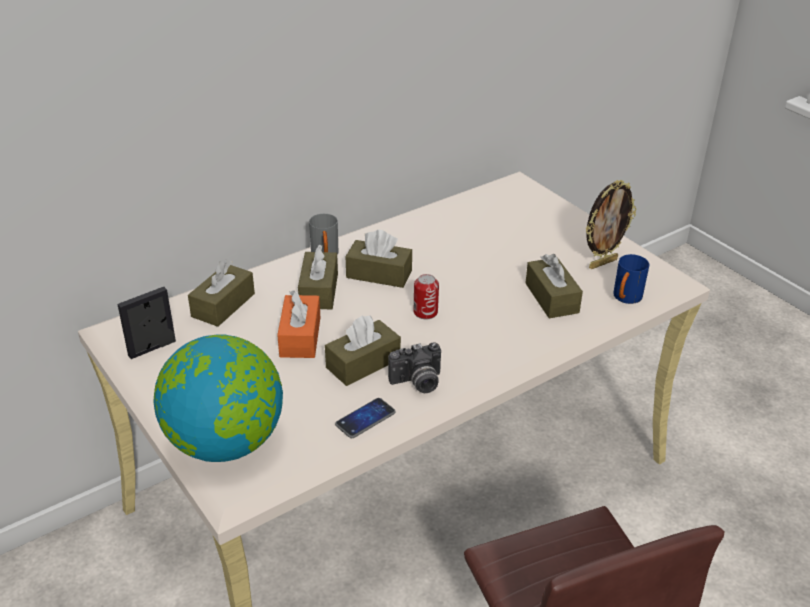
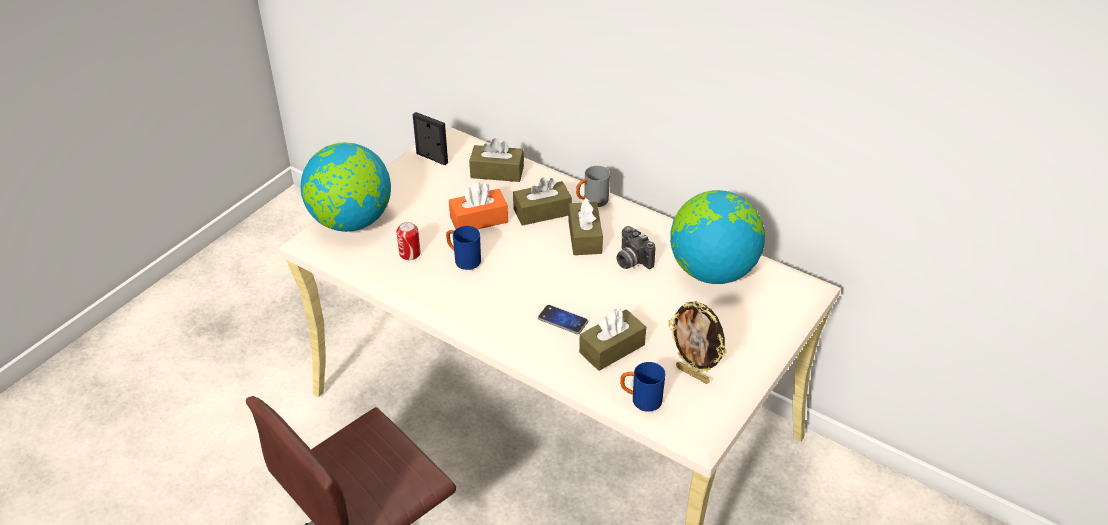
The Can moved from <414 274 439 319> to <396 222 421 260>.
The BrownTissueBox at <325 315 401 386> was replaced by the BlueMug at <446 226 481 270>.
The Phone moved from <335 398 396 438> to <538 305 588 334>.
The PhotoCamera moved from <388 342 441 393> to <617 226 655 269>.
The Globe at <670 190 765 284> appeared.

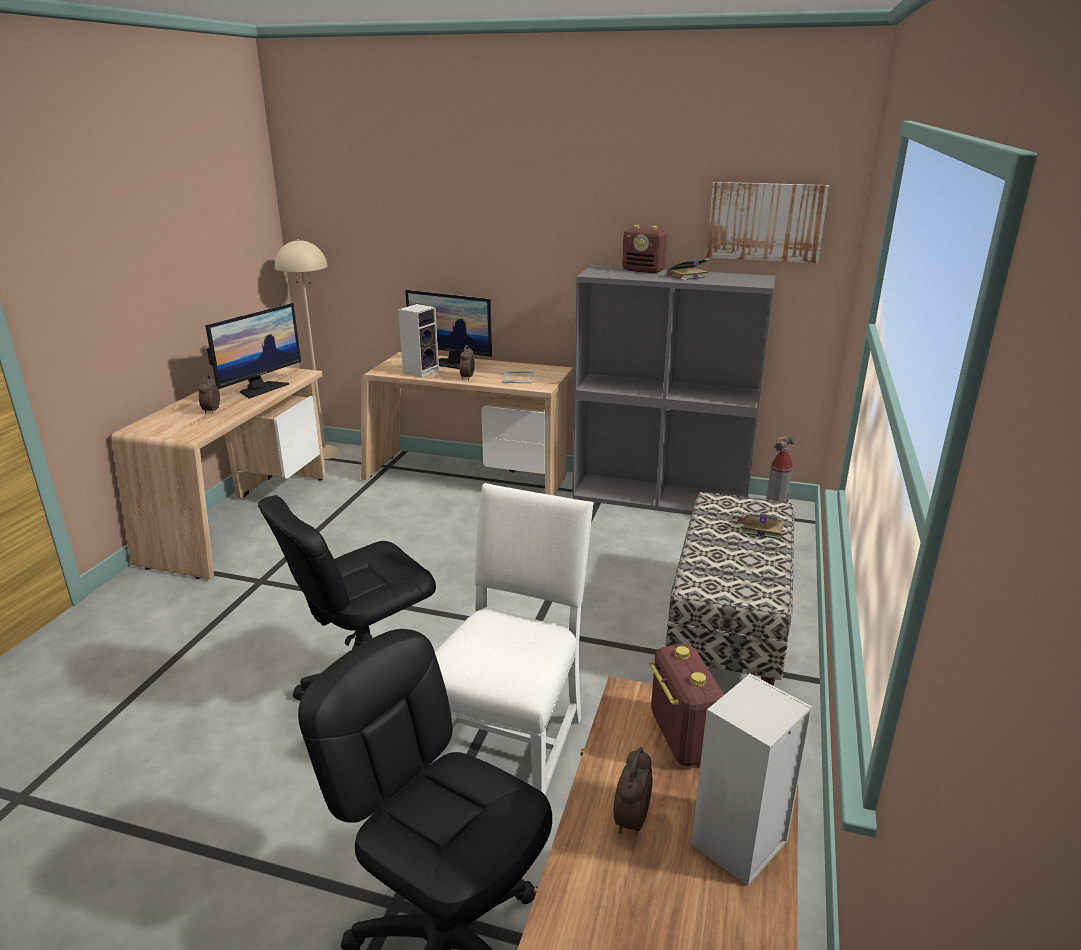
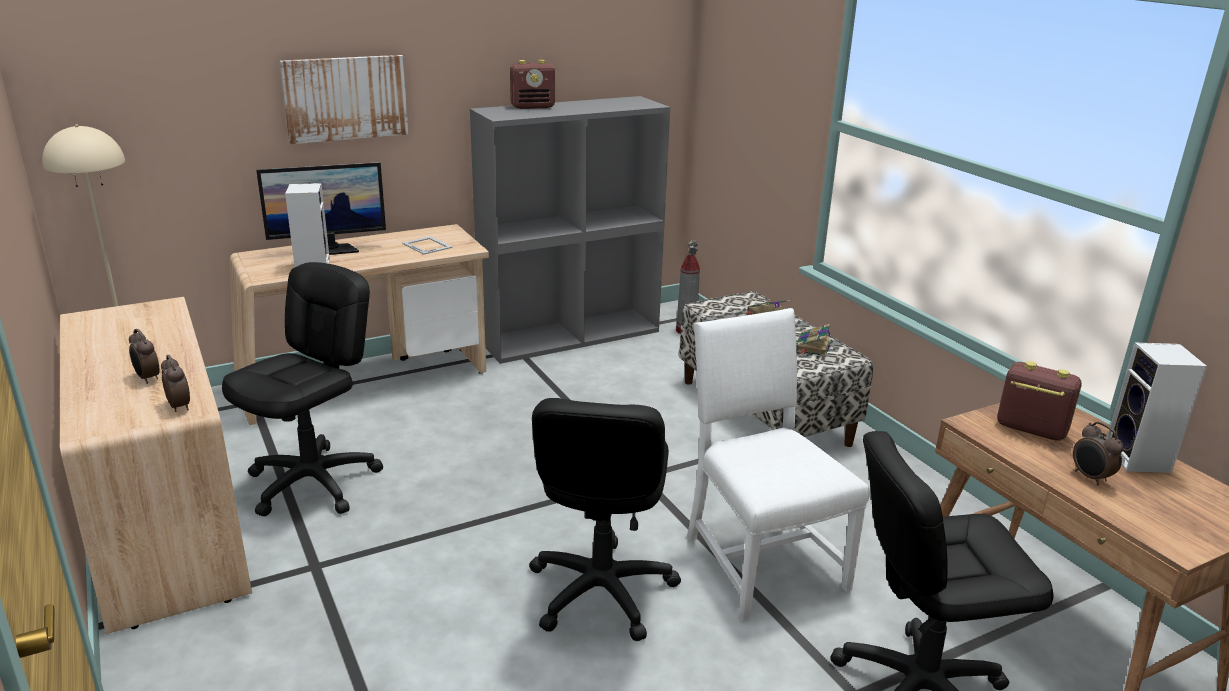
The AlarmClock moved from <459 345 475 380> to <161 355 190 412>.
The BlackOfficeChair at <222 262 383 516> appeared.
The Picture moved from <706 182 829 263> to <279 55 408 144>.
The Book moved from <667 259 709 280> to <796 324 831 357>.
The Monitor at <205 303 301 399> disappeared.

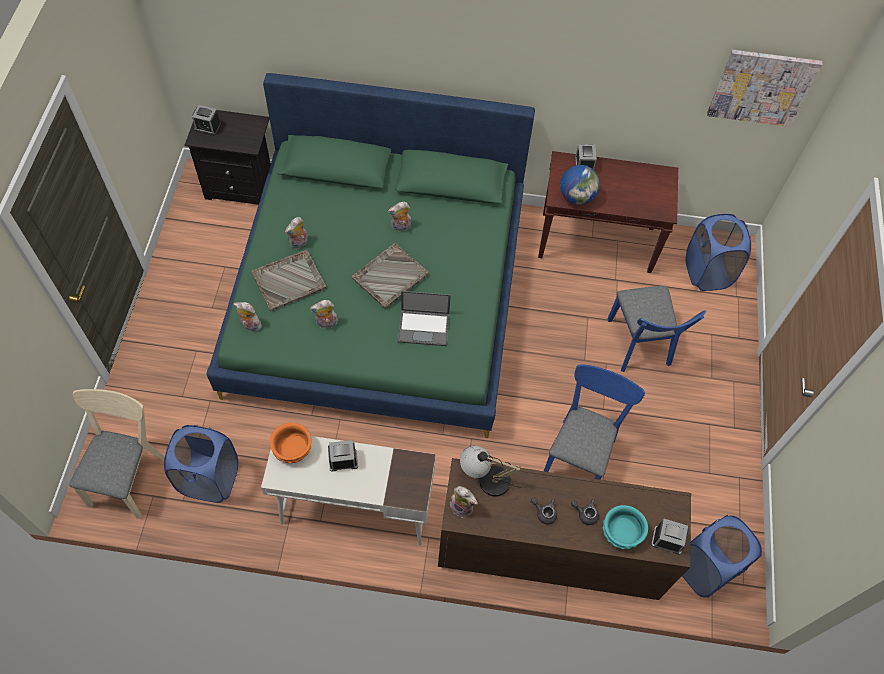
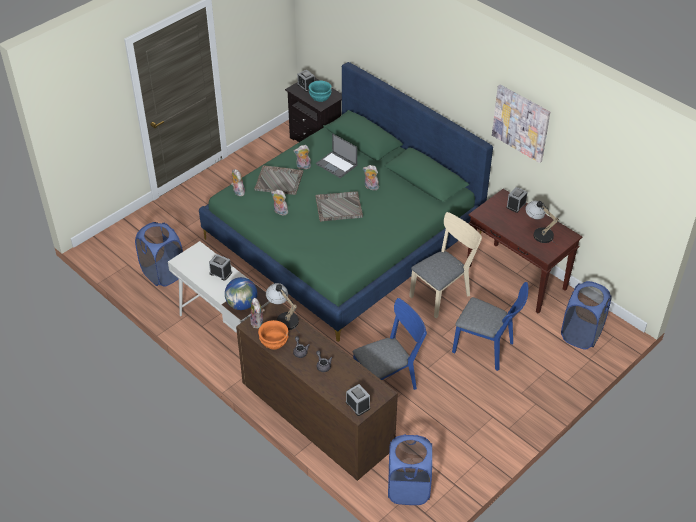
The Globe moved from <560 165 600 205> to <225 277 257 310>.
The OrangeBowl moved from <270 423 312 463> to <258 320 288 350>.
The TurquoiseBowl moved from <603 505 648 549> to <309 81 332 102>.
The Laptop moved from <398 291 451 346> to <316 133 357 178>.
The BeigeChair moved from <69 389 165 519> to <409 212 482 318>.
The BlueChair at <608 286 706 372> turned 90 degrees counterclockwise.
The Picture moved from <707 50 822 127> to <492 85 550 163>.
The TableLamp at <526 201 559 244> appeared.

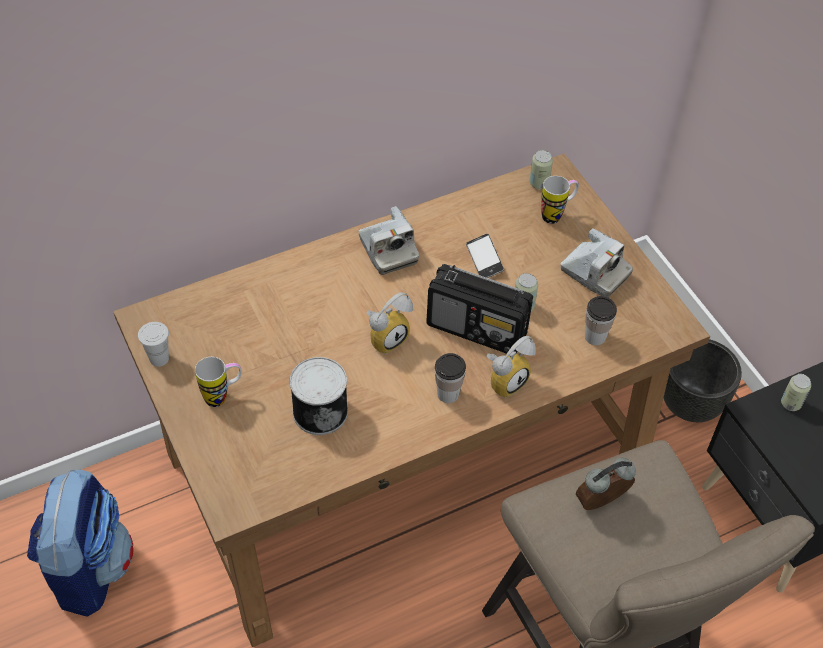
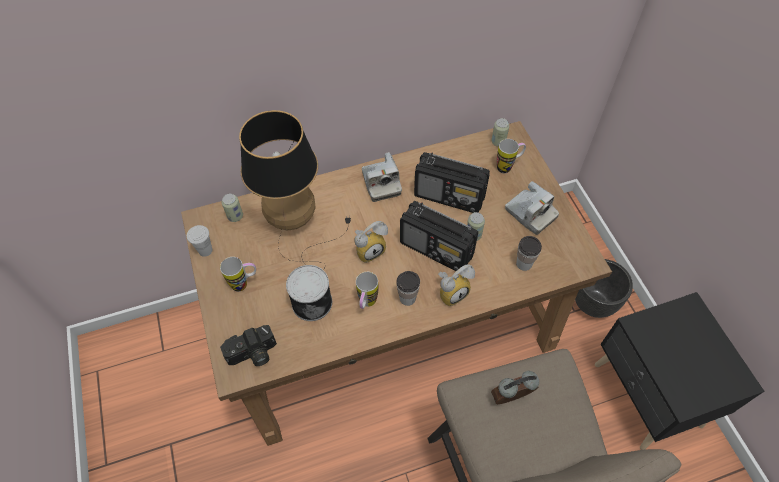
The PhotoCamera at <220 325 277 366> appeared.
The Can moved from <781 374 811 411> to <222 194 243 222>.
The TableLamp at <239 110 351 264> appeared.
The Mug at <356 272 378 309> appeared.
The Phone at <466 234 504 278> was replaced by the Radio at <414 152 490 213>.
The Backpack at <27 469 133 617> disappeared.

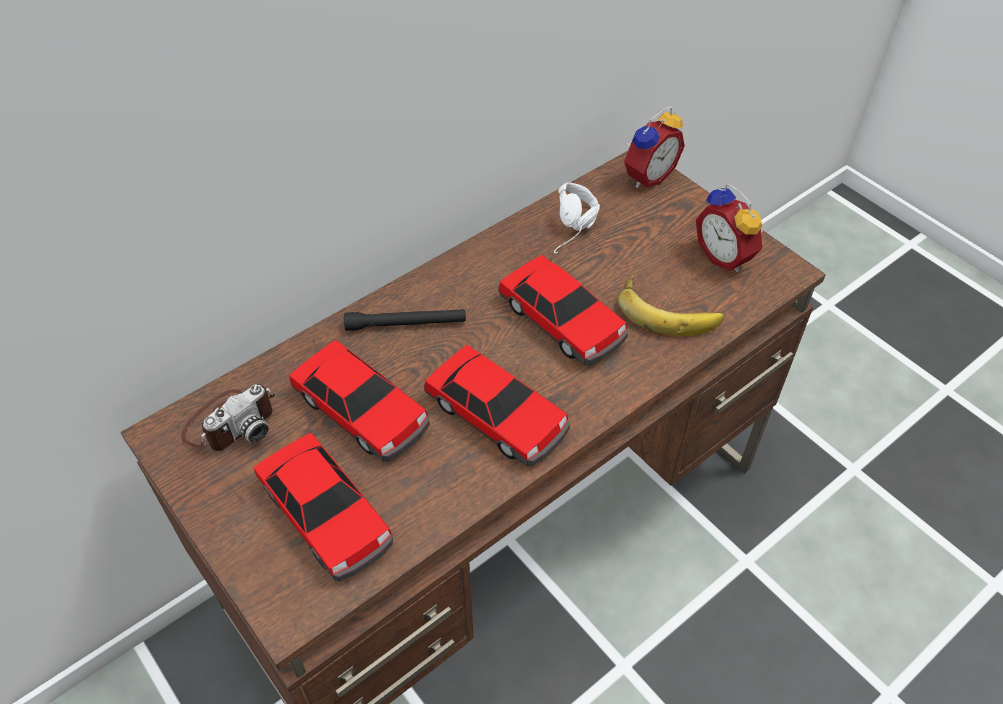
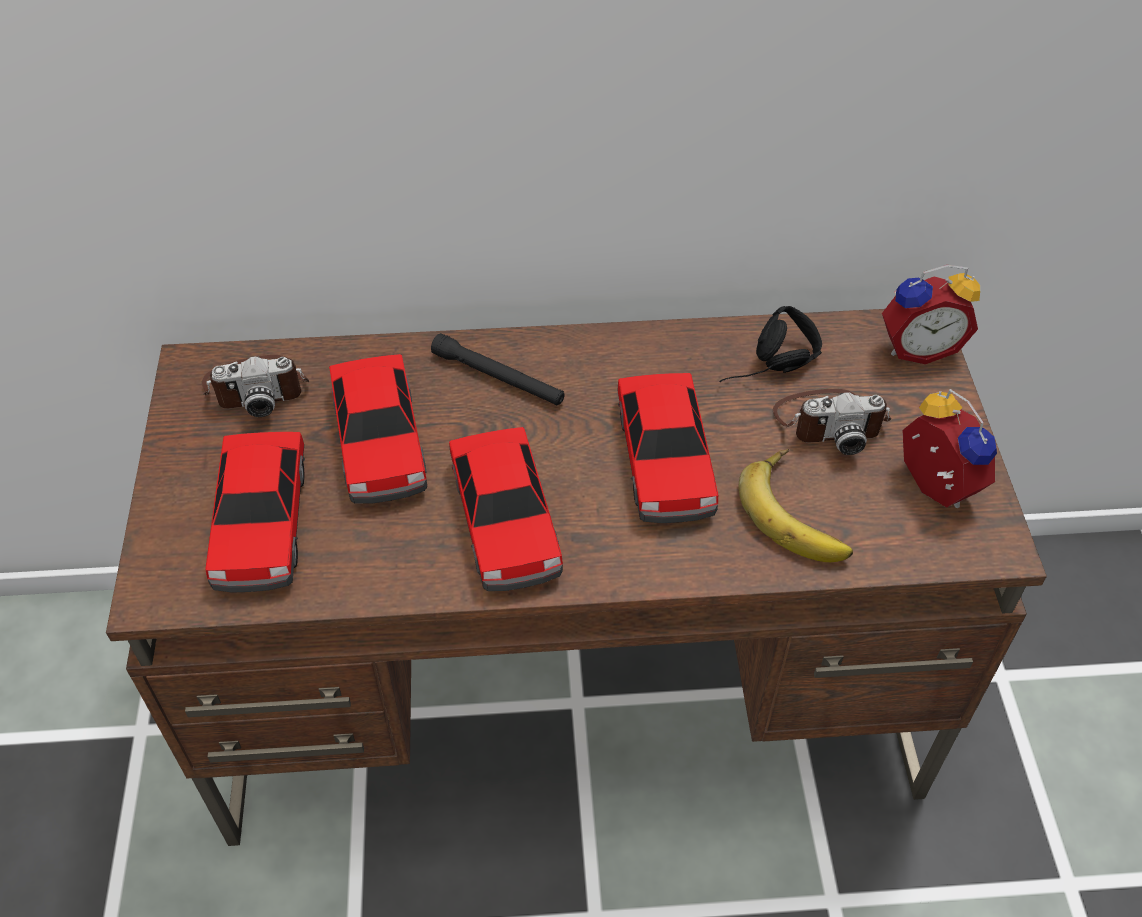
The WhiteHeadphones at <554 182 600 253> became the BlackHeadphones at <719 306 822 382>.
The PhotoCamera at <773 389 891 455> appeared.
The AlarmClock at <696 183 763 272> turned 150 degrees clockwise.

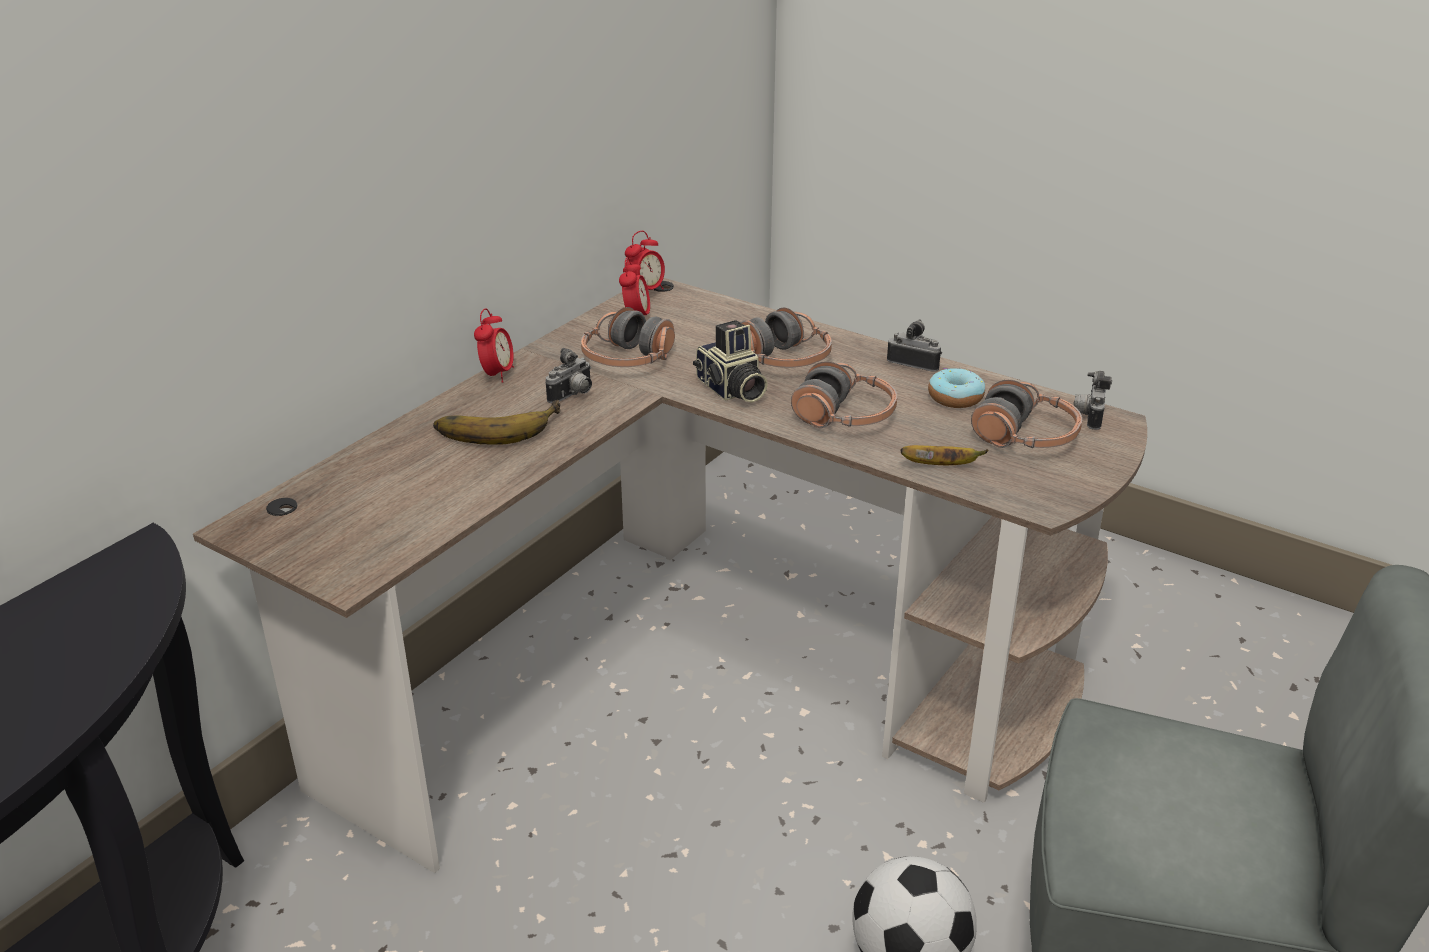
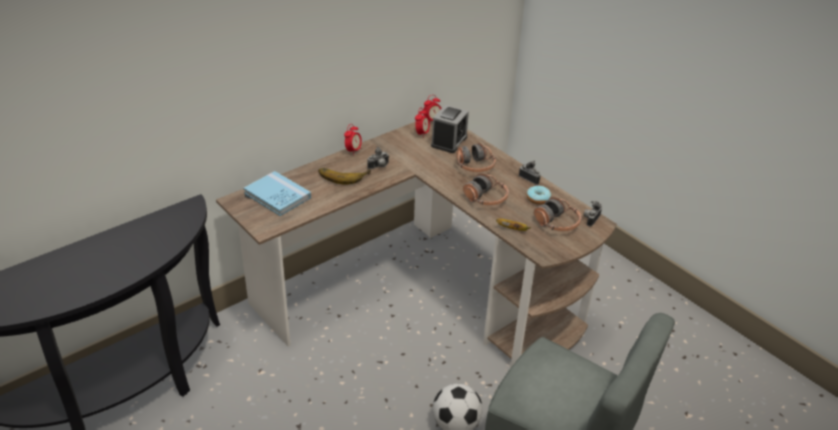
The BlueBook at <244 171 311 216> appeared.
The AlarmClock at <431 105 469 153> appeared.
The Headphones at <581 307 675 367> disappeared.
The PhotoCamera at <693 320 768 403> disappeared.

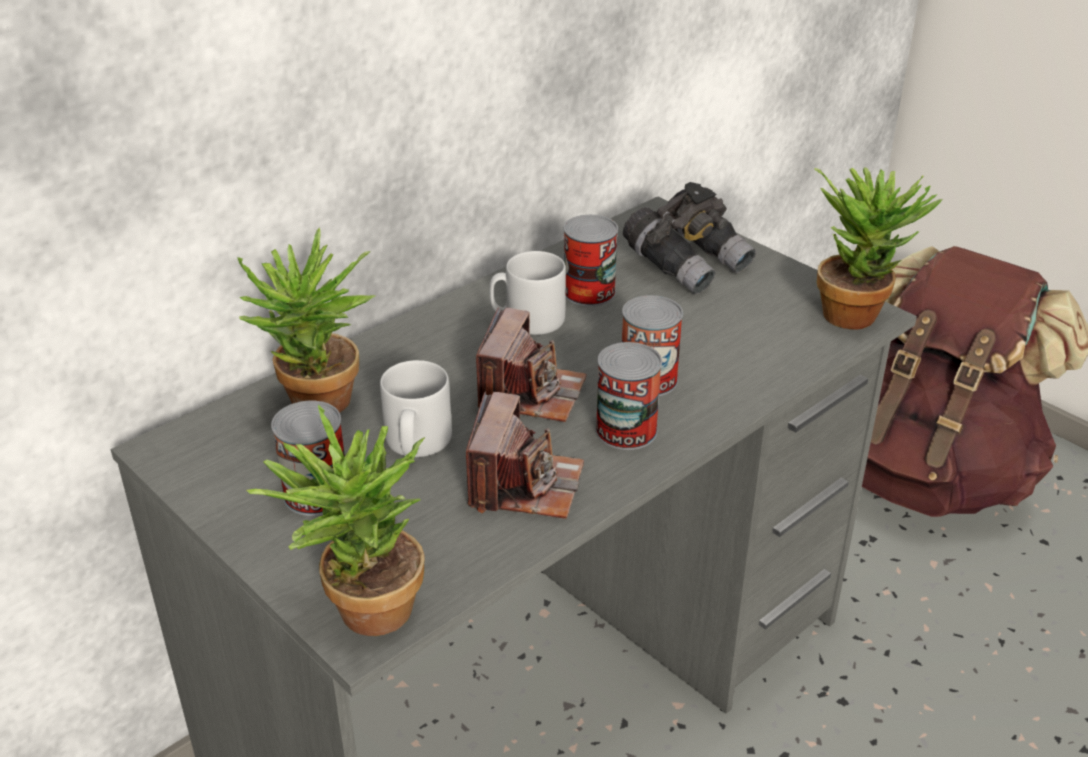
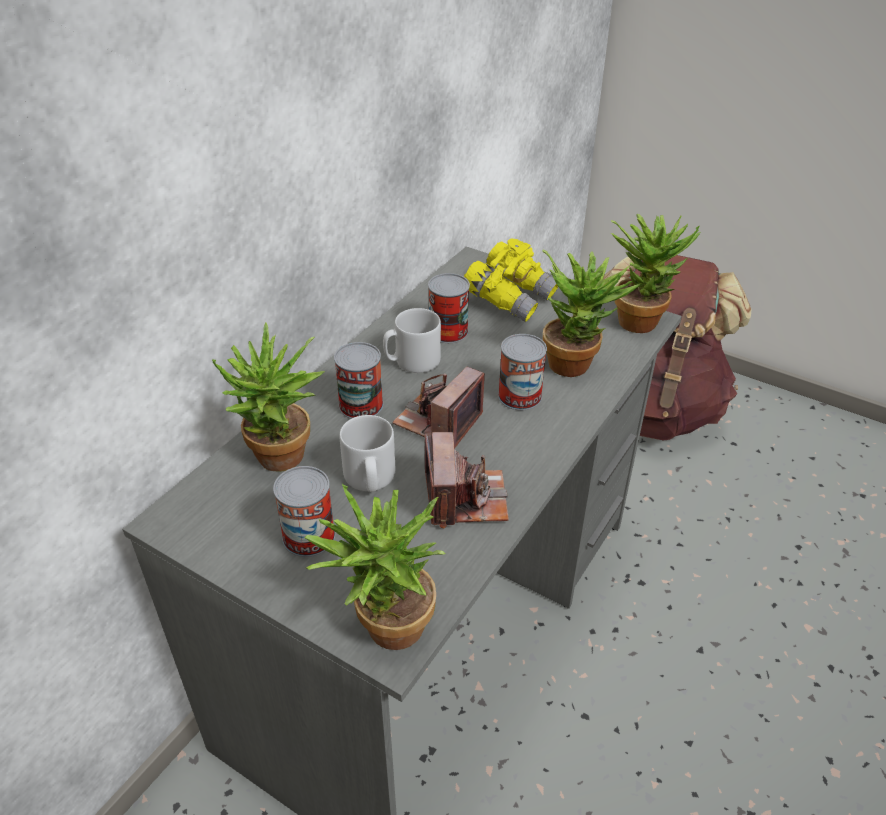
The Can moved from <595 342 662 450> to <334 342 383 419>.
The PhotoCamera at <476 307 587 422> turned 150 degrees counterclockwise.
The GreyBinoculars at <623 182 756 294> became the YellowBinoculars at <464 238 558 322>.
The PottedPlant at <543 250 641 377> appeared.

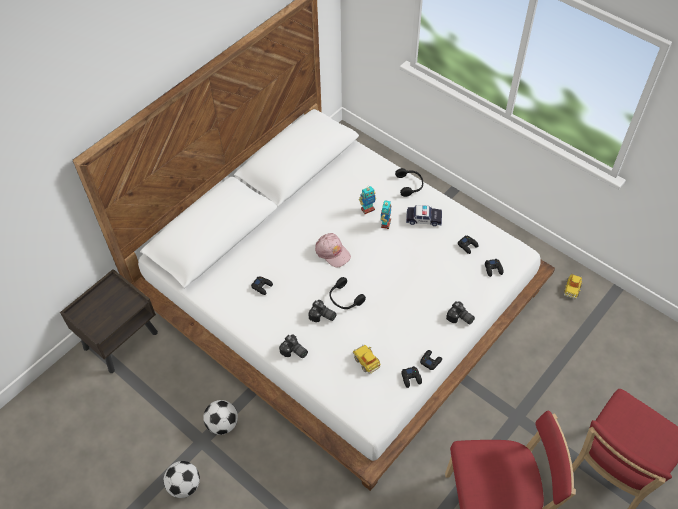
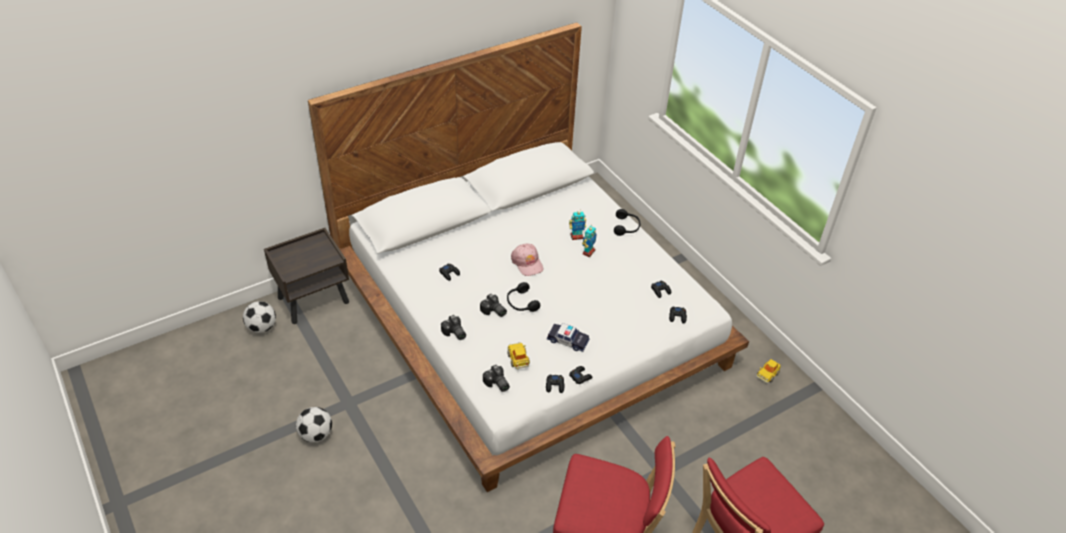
The Football moved from <204 400 238 435> to <243 301 276 333>.
The PhotoCamera moved from <446 301 475 324> to <483 364 510 392>.
The ToyCar moved from <406 205 442 226> to <547 323 590 352>.

